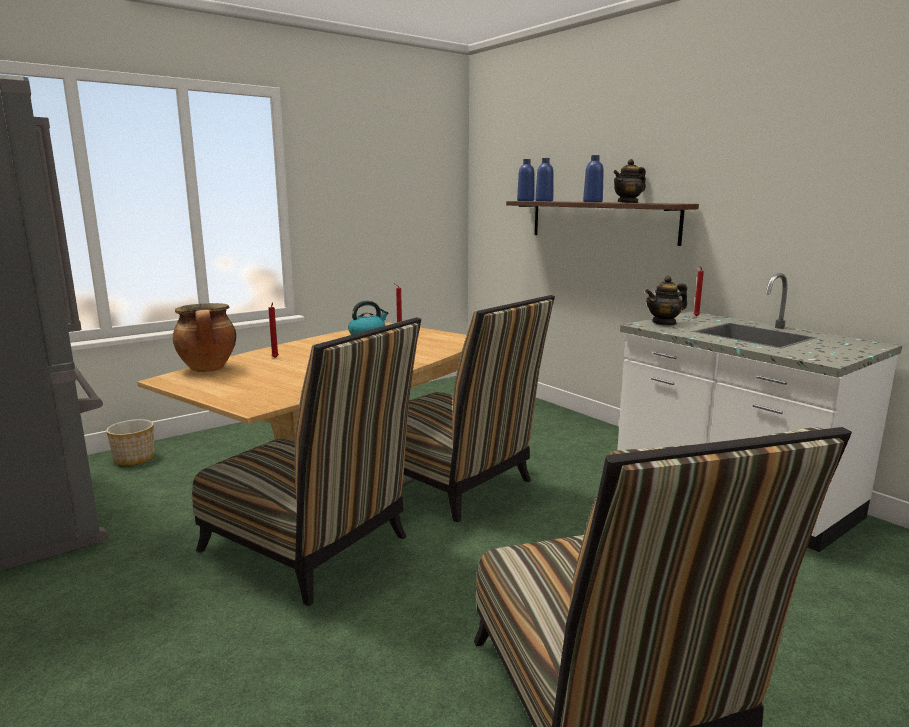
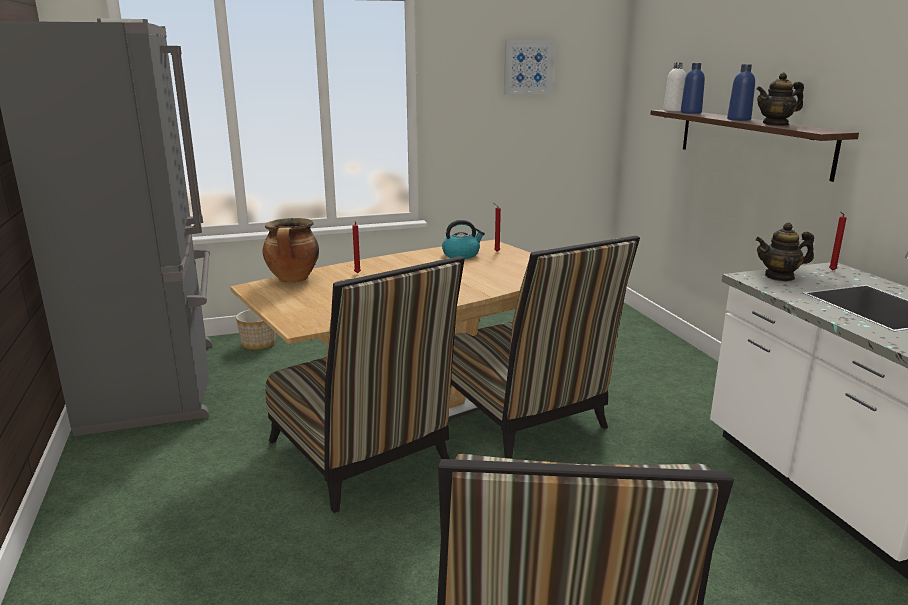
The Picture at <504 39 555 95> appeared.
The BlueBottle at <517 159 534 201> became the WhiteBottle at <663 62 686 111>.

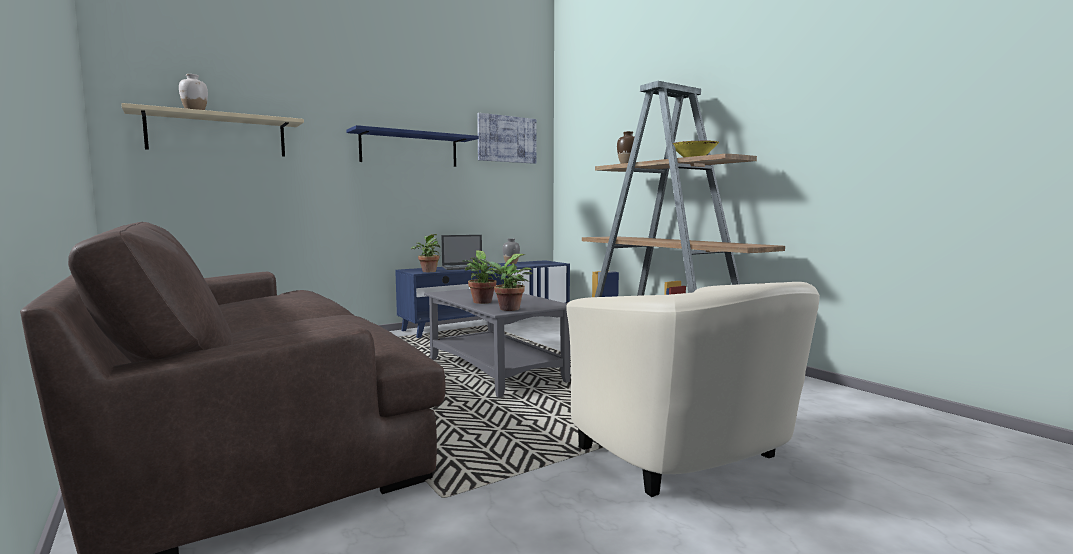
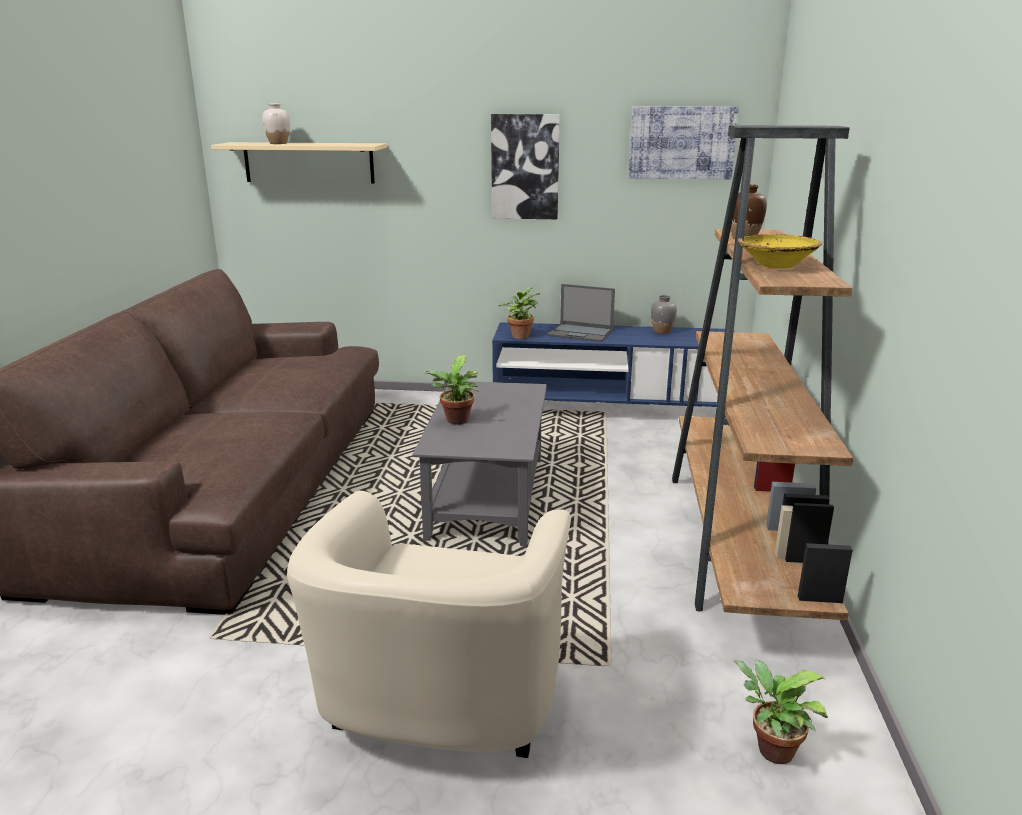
The BlueShelf at <346 125 479 167> was replaced by the Picture at <491 114 560 219>.
The PottedPlant moved from <479 254 533 311> to <734 659 828 764>.

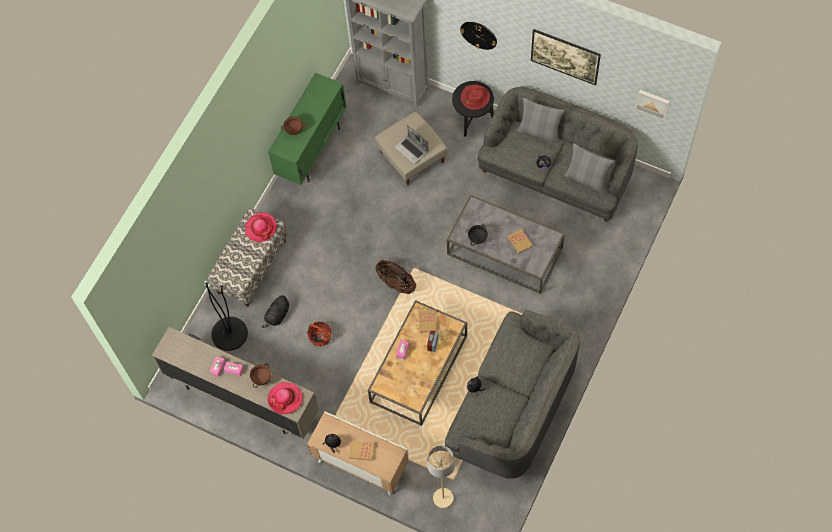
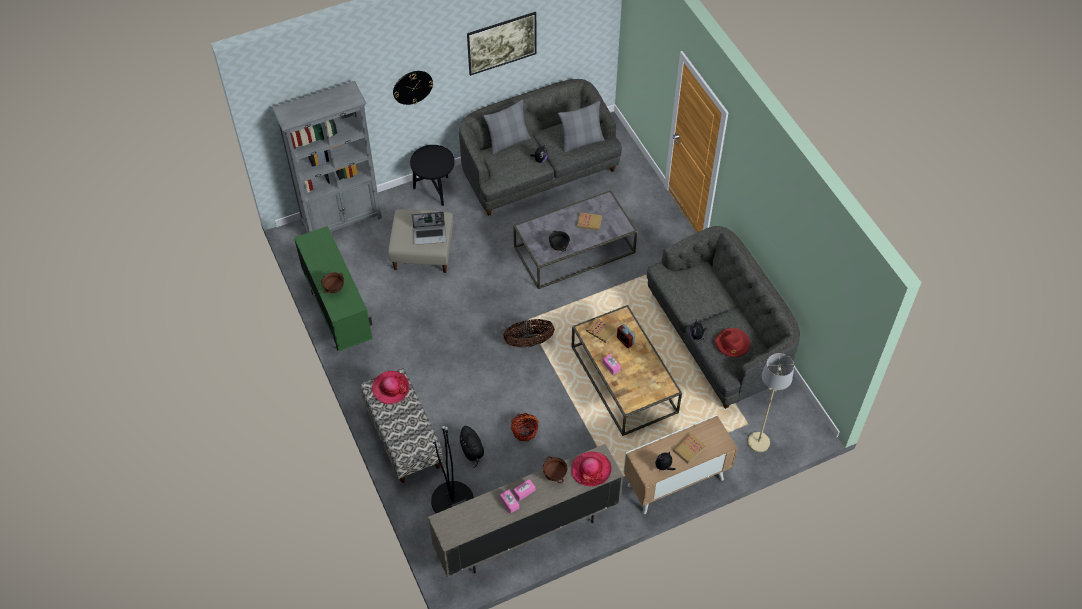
The RedHat moved from <461 85 490 110> to <714 328 750 357>.
The Picture at <635 90 670 120> disappeared.

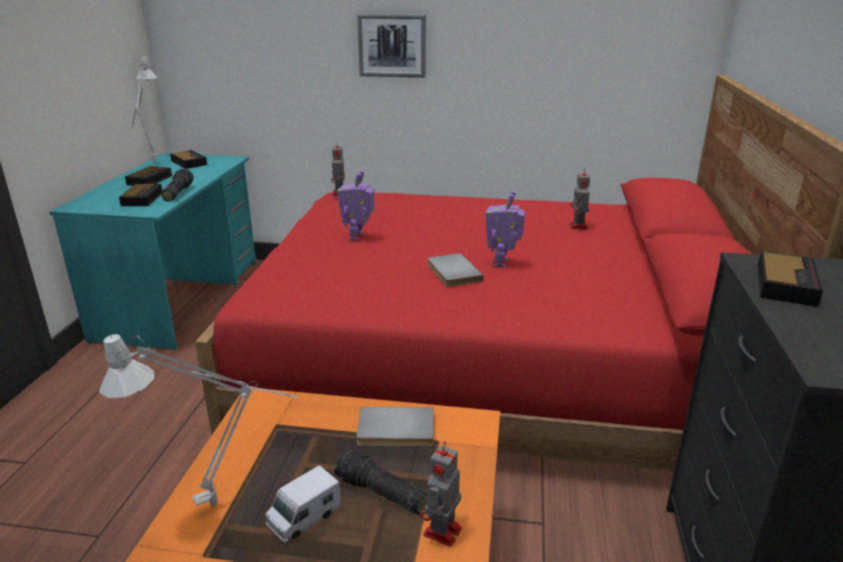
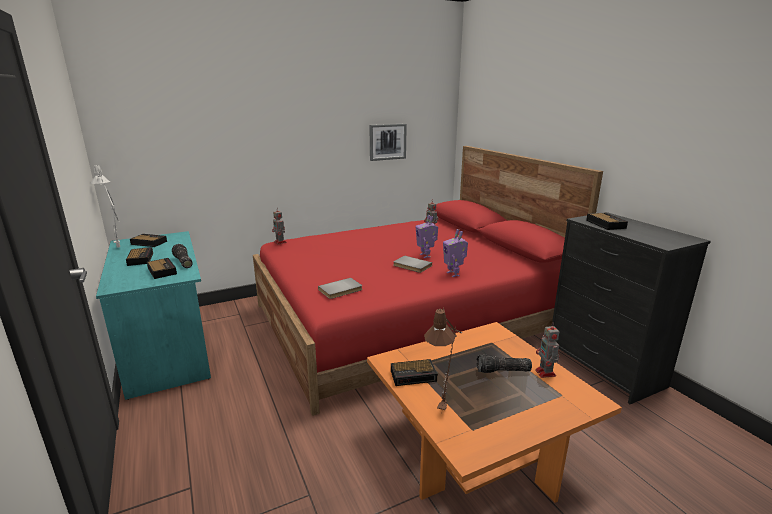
The GreyBook moved from <356 407 434 447> to <318 278 363 299>.
The Picture moved from <357 14 426 78> to <369 124 407 161>.
The AlarmClock at <391 359 438 386> appeared.
The GreyTableLamp at <99 334 298 508> became the BrownTableLamp at <424 307 462 415>.
The ToyRobot moved from <337 170 374 241> to <443 229 468 277>.
The ToyTruck at <266 465 341 542> disappeared.

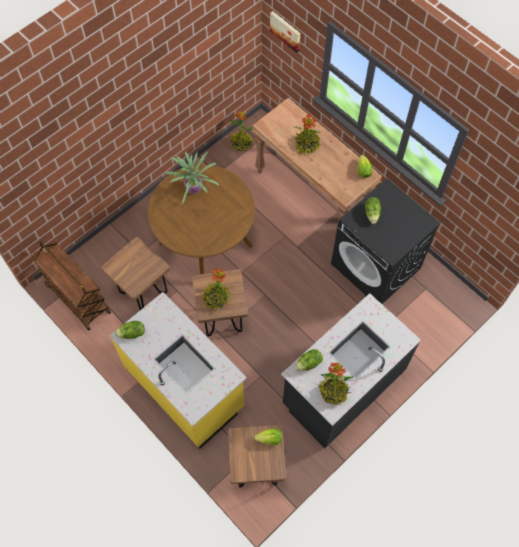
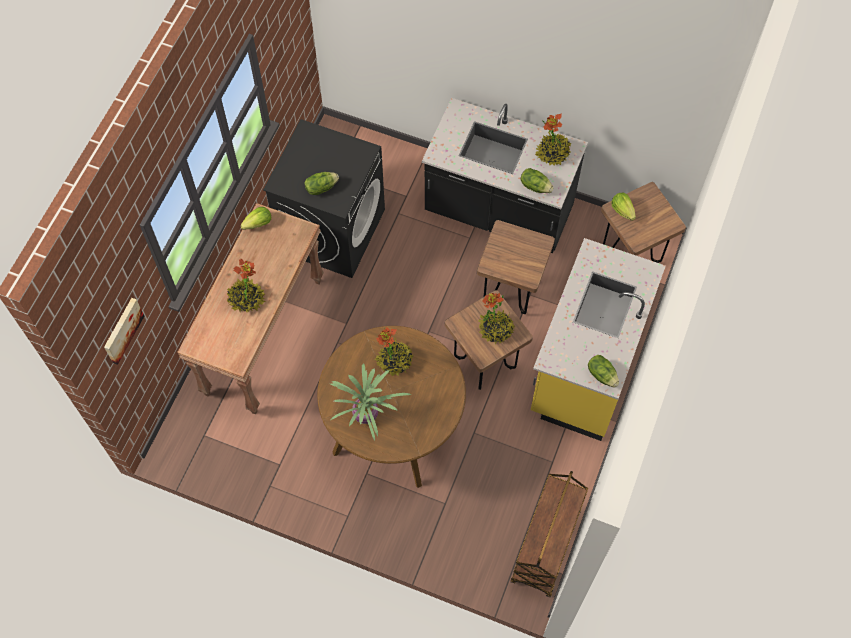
The PottedPlant moved from <230 111 253 151> to <375 327 413 376>.
The BrownStool moved from <101 237 170 310> to <477 220 555 314>.

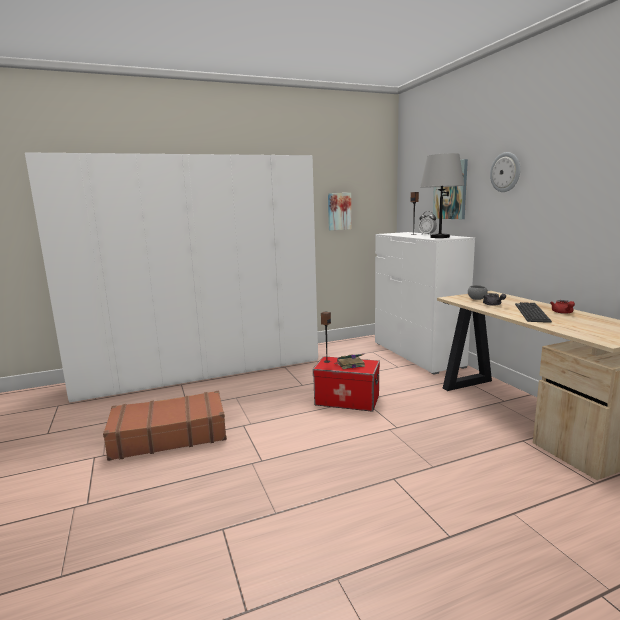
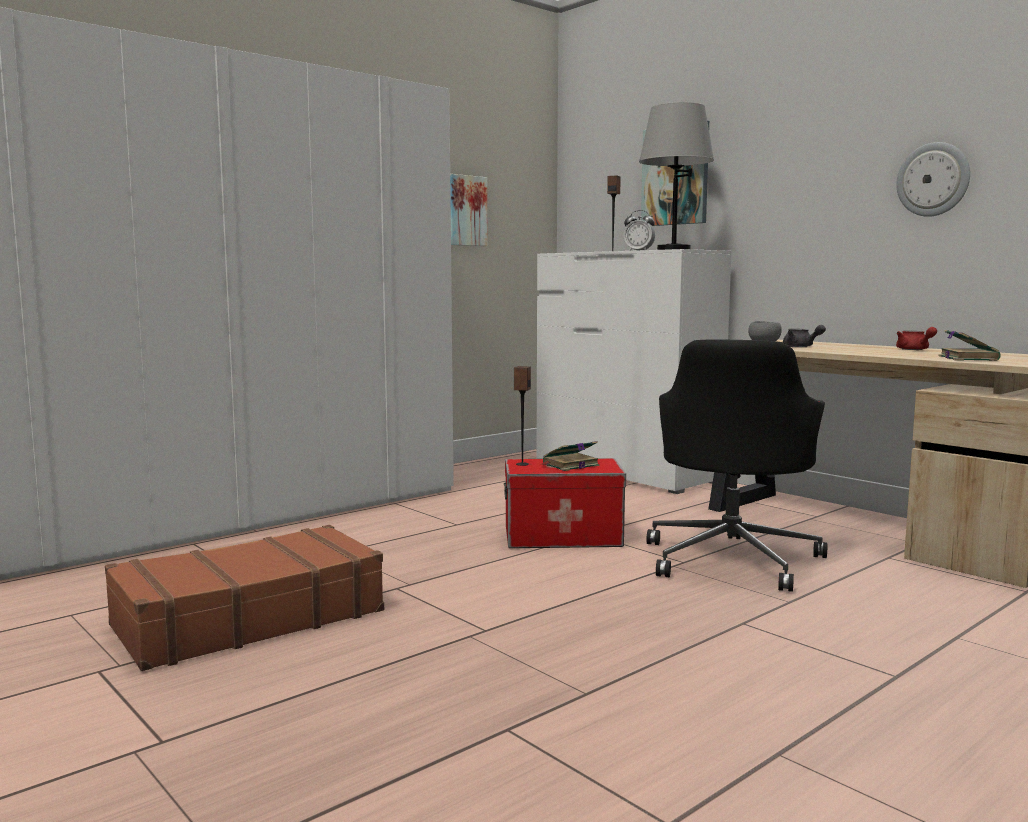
The BlackOfficeChair at <647 340 827 592> appeared.
The WallClock moved from <490 152 520 192> to <896 142 970 217>.
The Book at <938 330 1001 361> appeared.
The Keyboard at <515 302 552 323> disappeared.

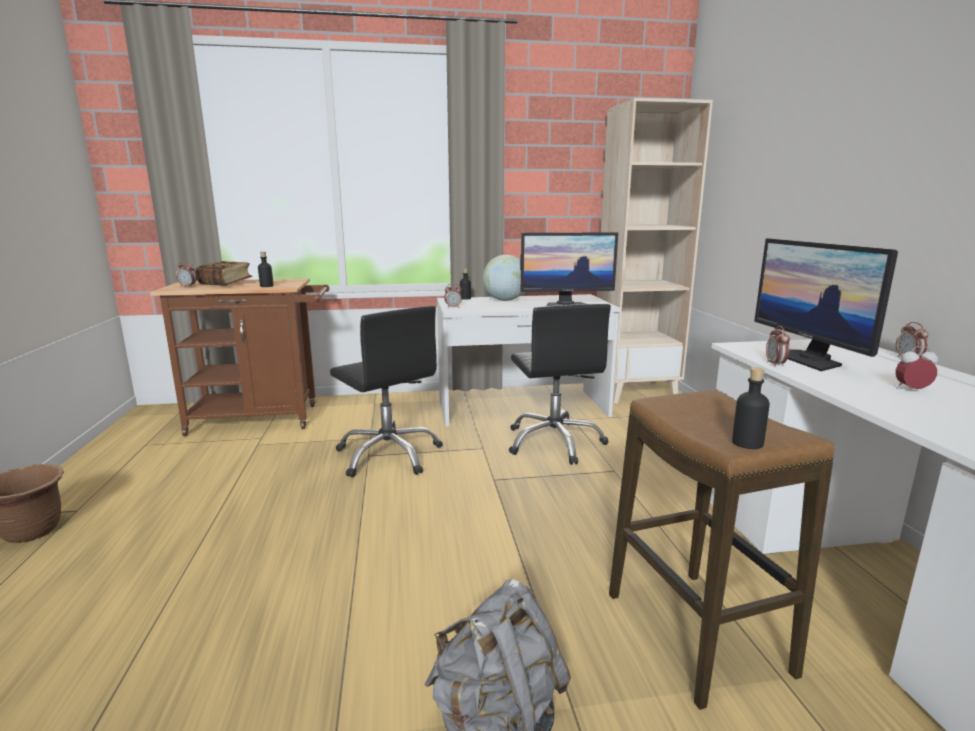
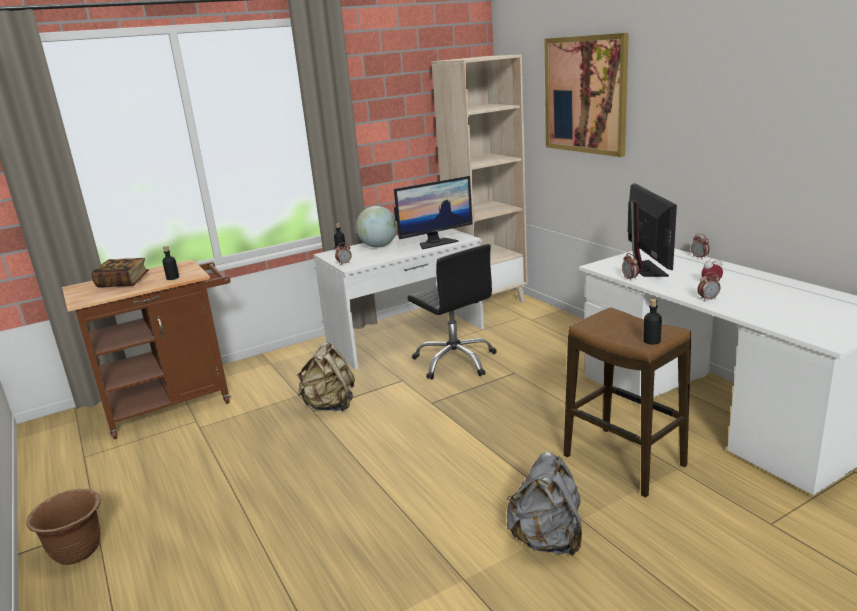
The BlackOfficeChair at <330 306 443 478> was replaced by the BeigeBackpack at <297 342 355 412>.
The Picture at <544 33 629 157> appeared.
The Monitor at <754 238 898 371> turned 150 degrees counterclockwise.
The AlarmClock moved from <176 261 197 287> to <697 272 720 301>.

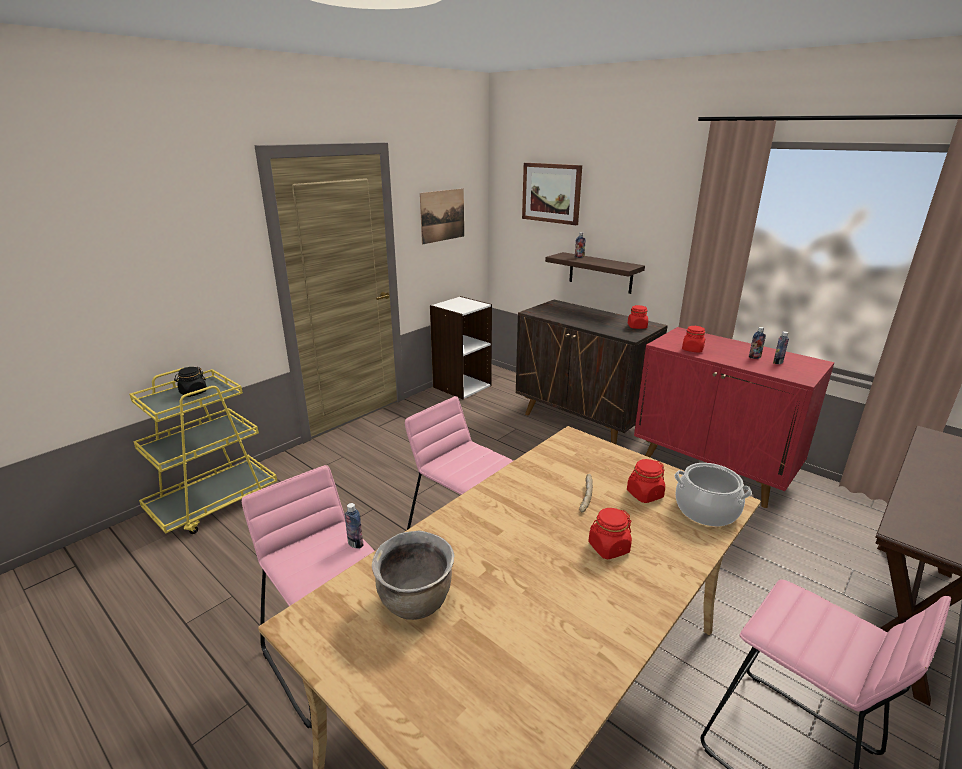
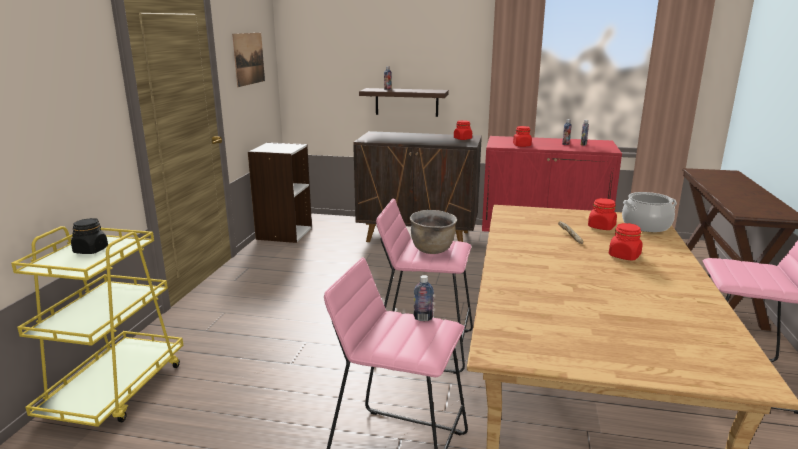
The BrownCookingPot moved from <372 531 454 620> to <410 210 457 254>.
The Picture at <522 163 582 225> disappeared.

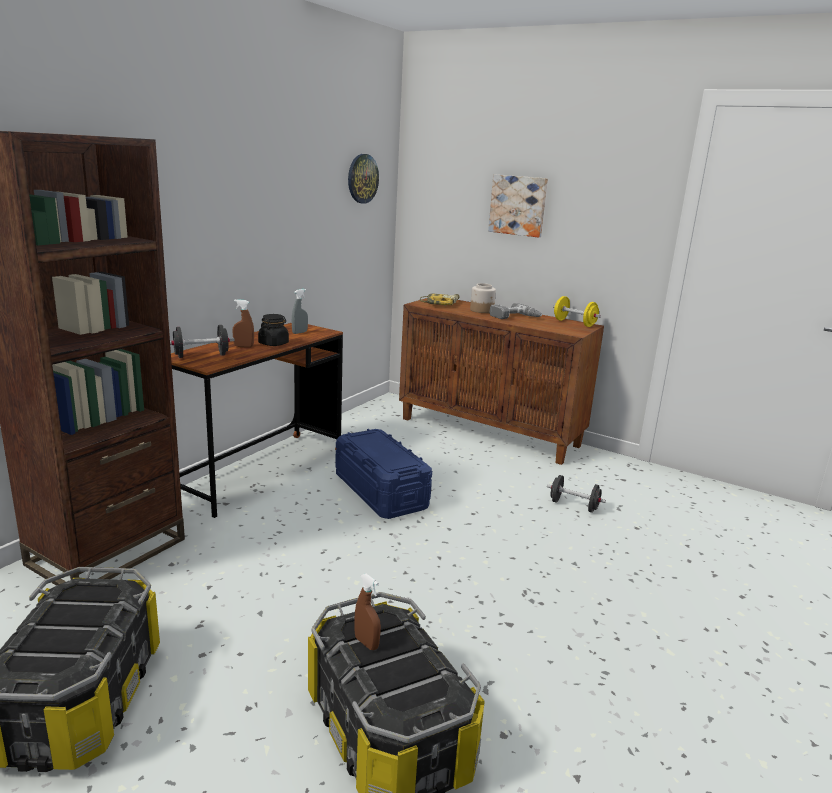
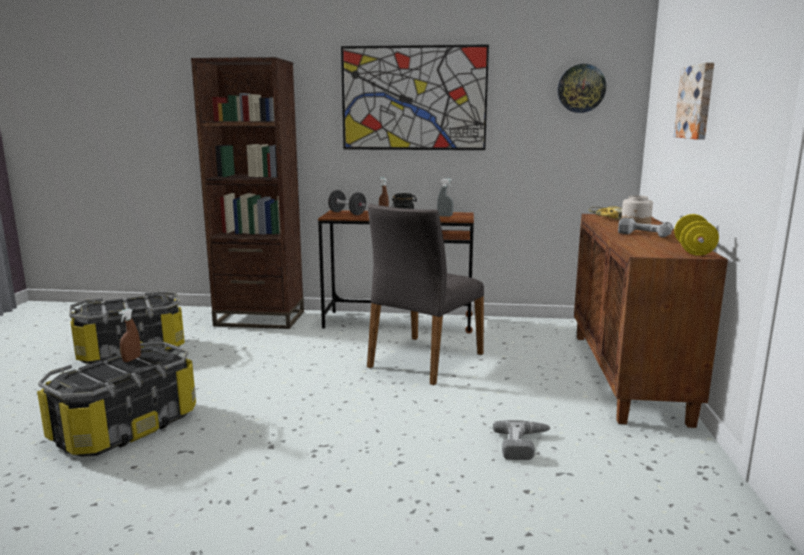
The Picture at <341 44 489 150> appeared.
The BlueStorageBox at <335 429 432 519> was replaced by the GreyChair at <367 204 484 385>.
The BlackDumbbell at <547 475 606 513> was replaced by the PowerDrill at <493 420 551 460>.

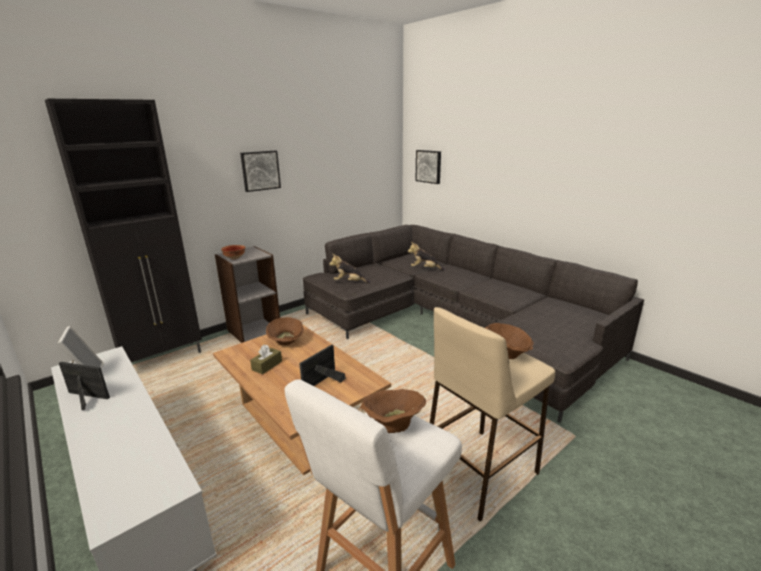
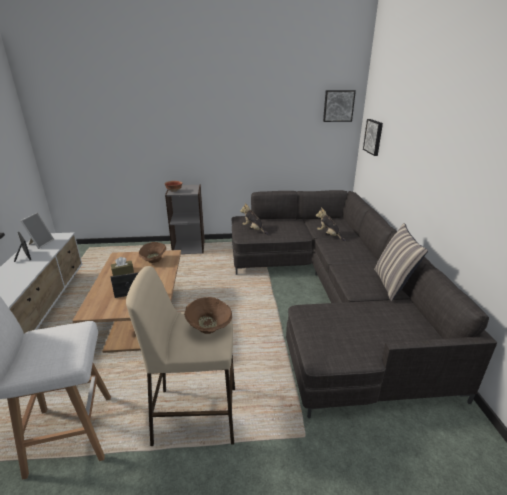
The Picture moved from <240 151 281 192> to <323 90 356 122>.
The Pillow at <374 223 428 301> appeared.
The BlackCabinet at <45 99 202 362> disappeared.
The BrownBowl at <360 389 426 433> disappeared.

